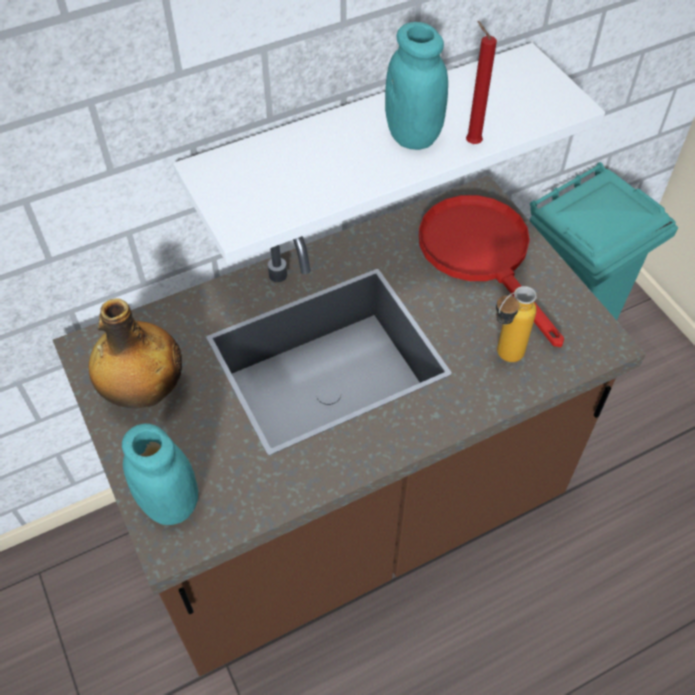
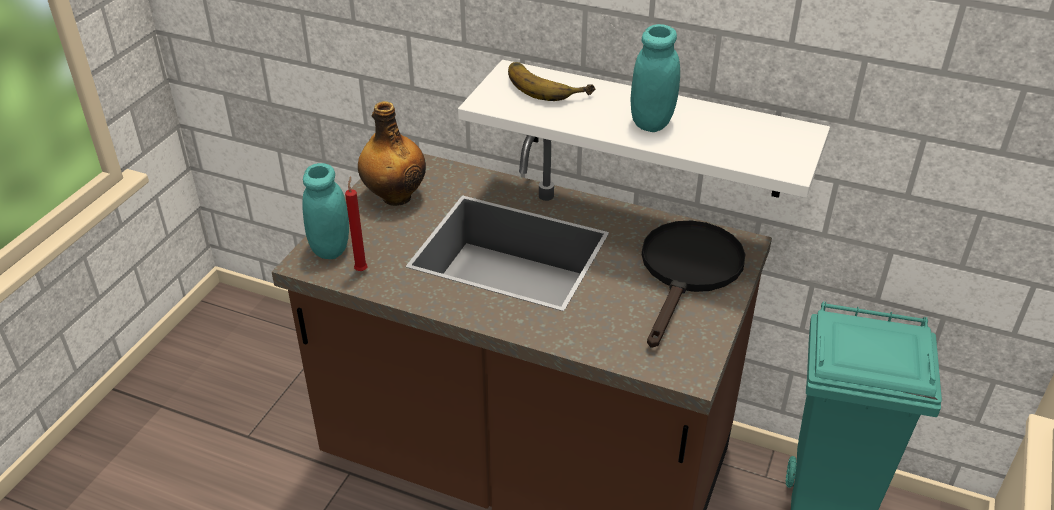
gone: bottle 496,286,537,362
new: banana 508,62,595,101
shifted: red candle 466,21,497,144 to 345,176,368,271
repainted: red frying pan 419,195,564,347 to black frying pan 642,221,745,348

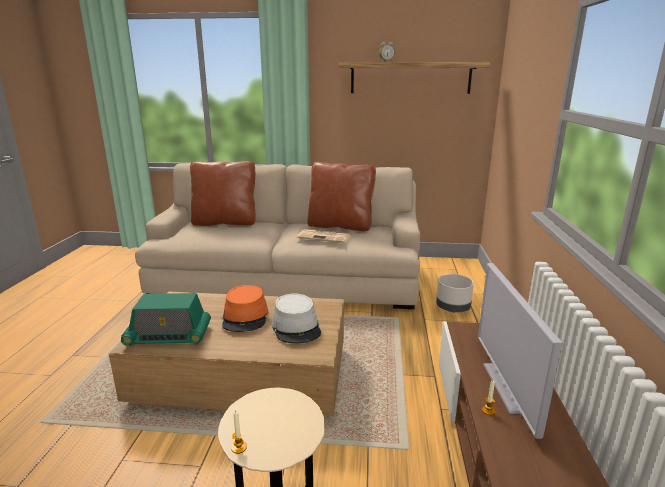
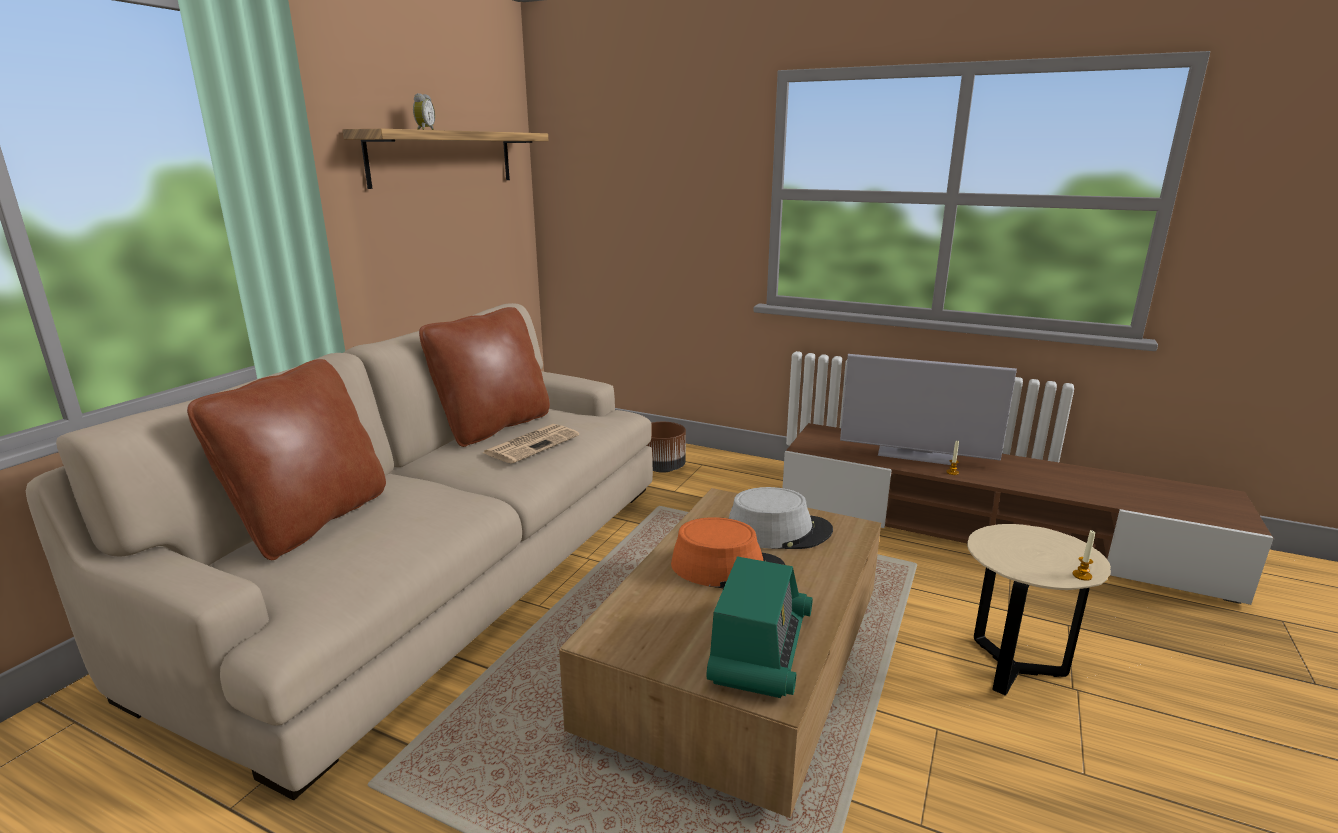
repainted: grey planter 436,274,474,313 to brown planter 647,422,686,473

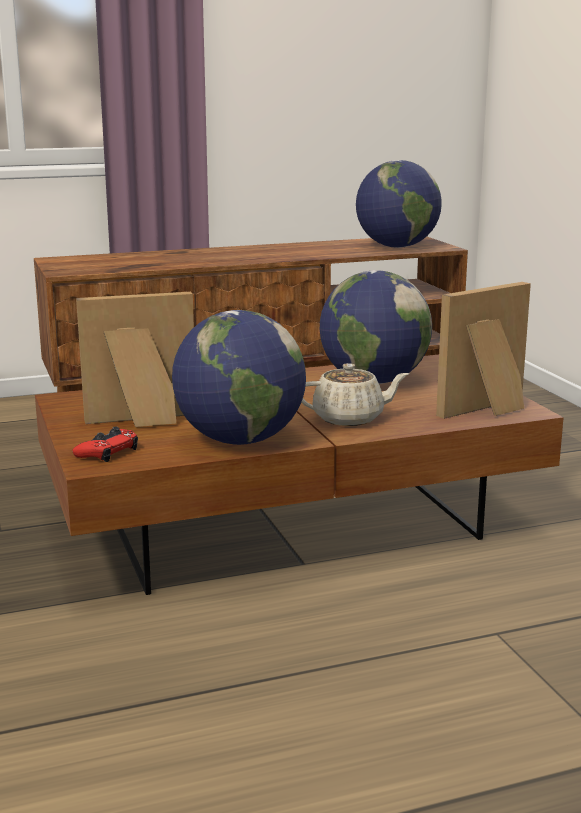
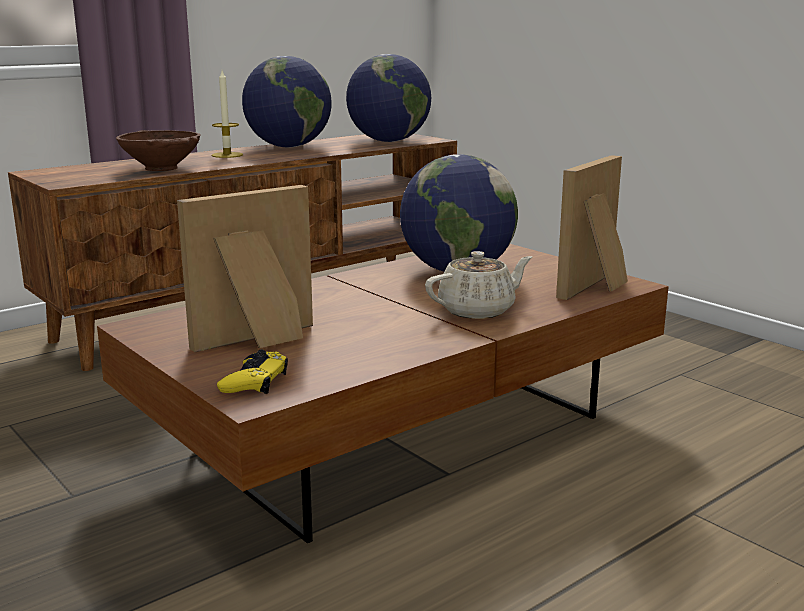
new: candle 212,71,243,158; brown bowl 116,130,201,171
shifted: globe 172,310,306,445 to 242,56,332,148
repainted: red game controller 73,426,138,462 to yellow game controller 217,349,288,394

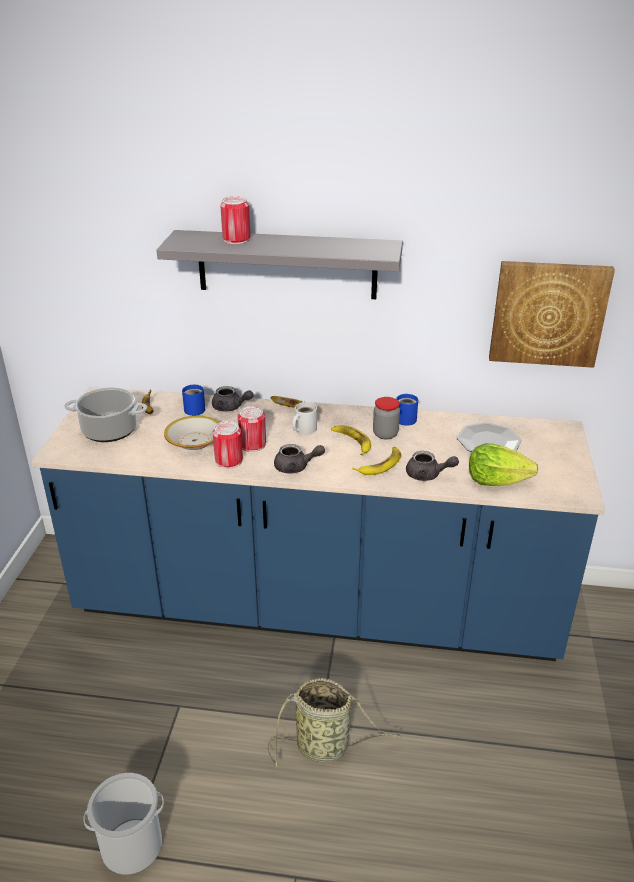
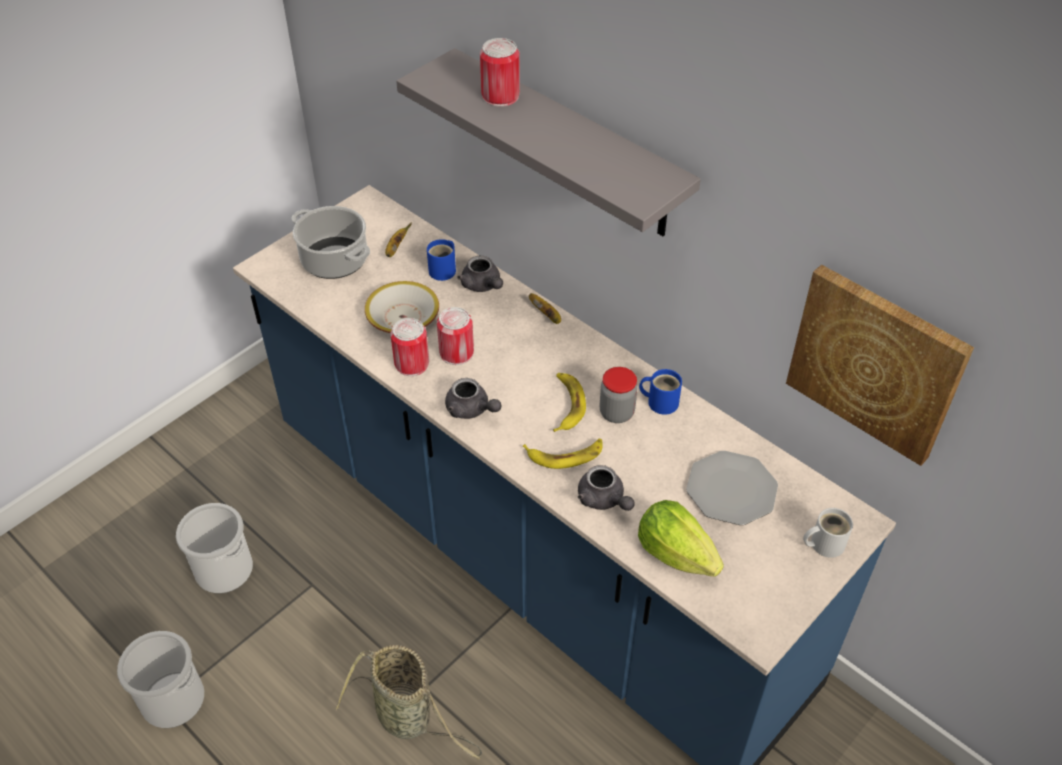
new: bucket 176,503,253,593
shifted: white mug 292,402,317,435 to 803,508,853,558

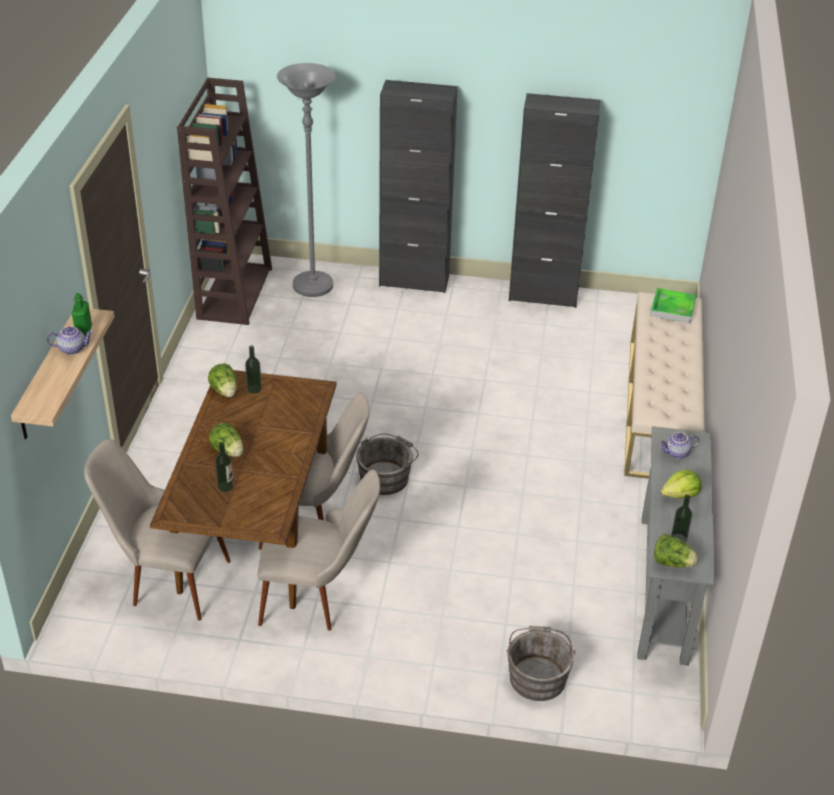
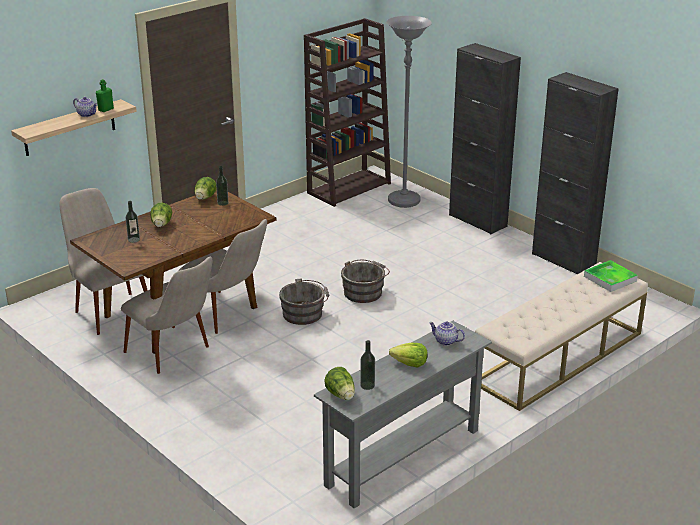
shifted: grey bucket 507,626,575,701 to 341,260,390,303

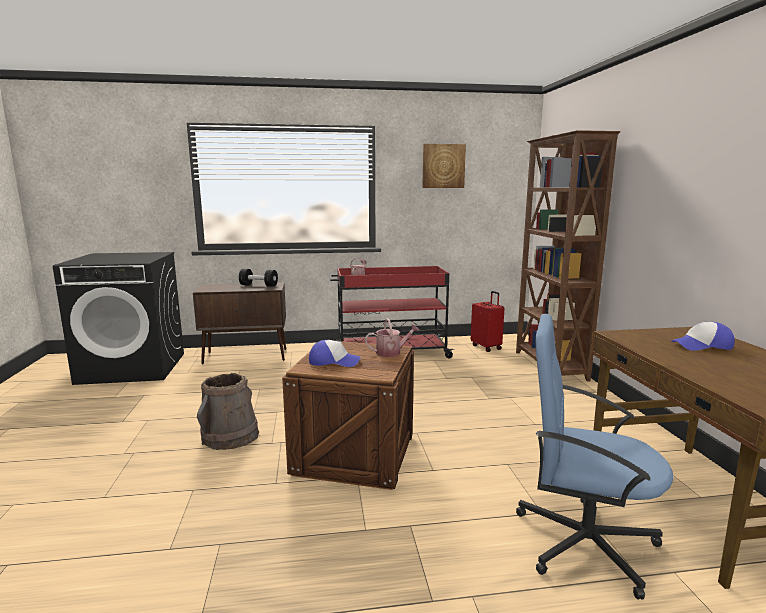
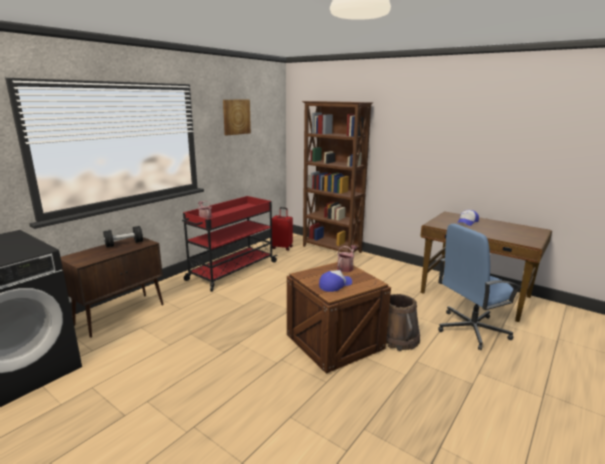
shifted: brown bucket 197,373,259,450 to 386,294,420,351

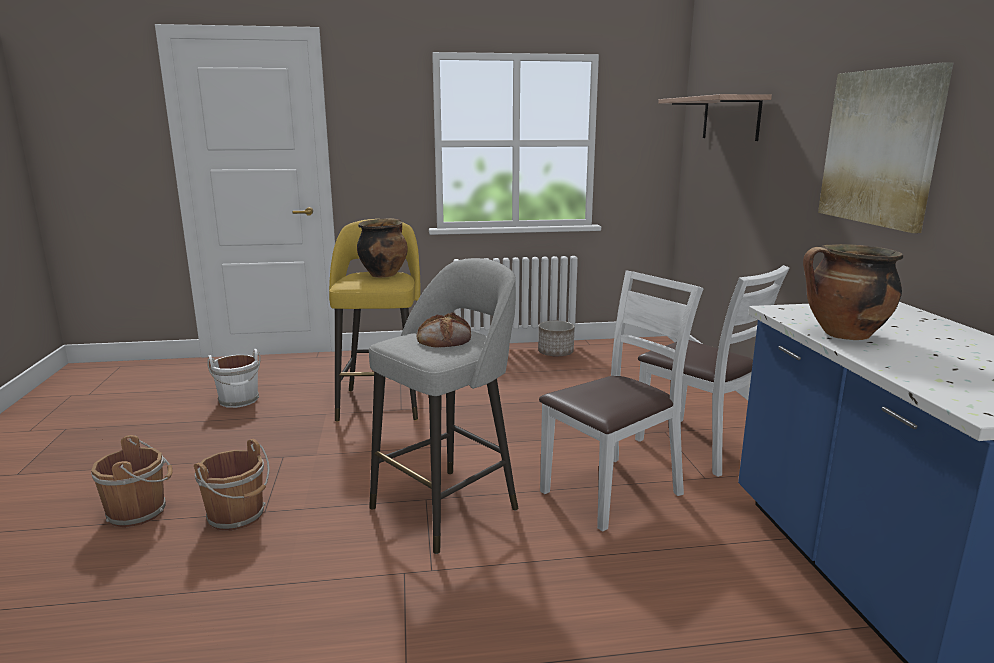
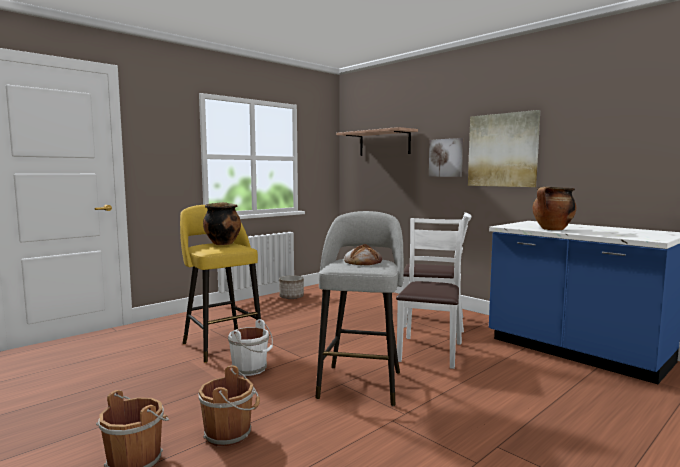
new: picture 429,138,463,177
shifted: white bucket 208,349,261,408 to 228,319,273,376

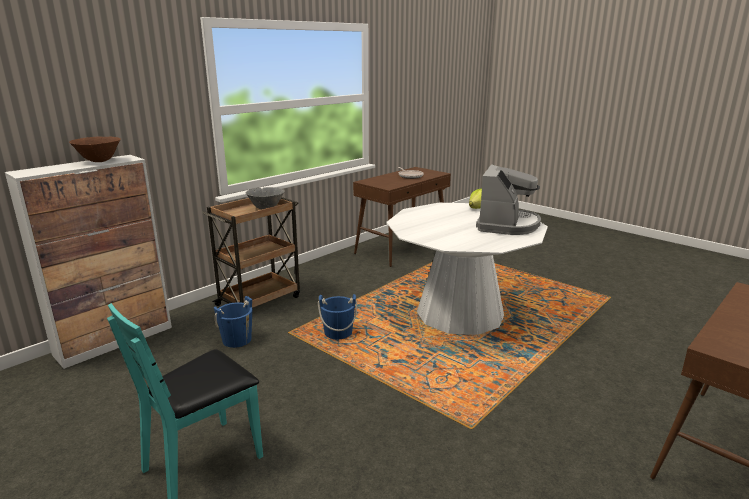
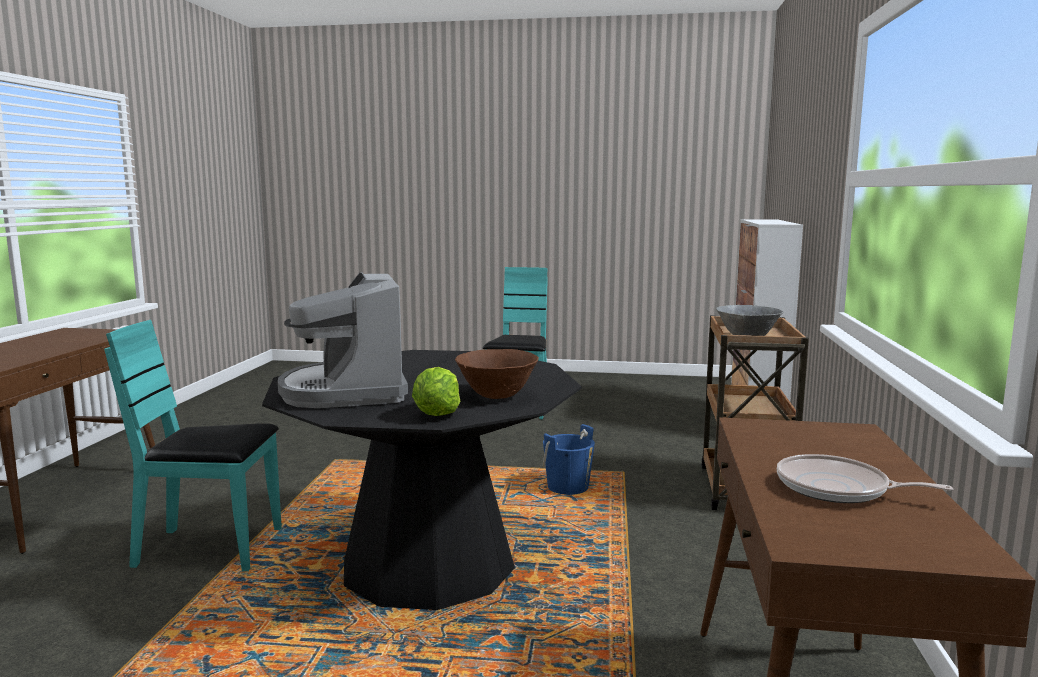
gone: blue bucket 214,296,252,348
new: turquoise chair 104,320,282,571
shifted: brown bowl 69,137,121,162 to 455,349,539,399
repainted: white dining table 386,203,548,335 to black dining table 262,350,582,610

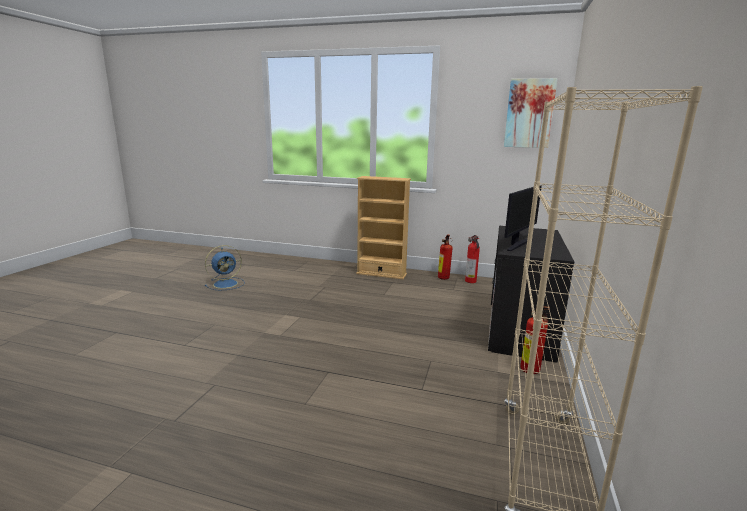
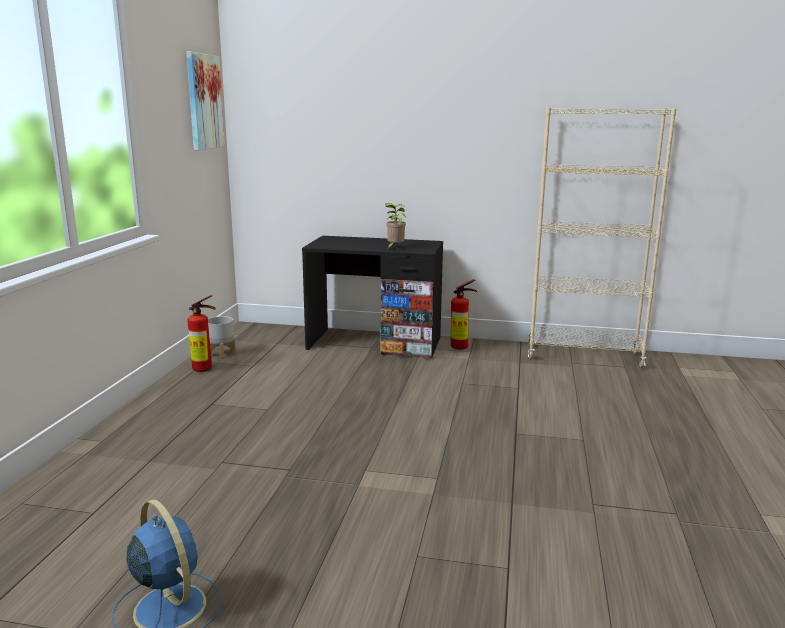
gone: beige bookcase 356,176,411,279
swapped: monitor 504,186,542,251 to potted plant 385,203,406,248; fire extinguisher 465,235,480,283 to grey planter 208,316,236,359

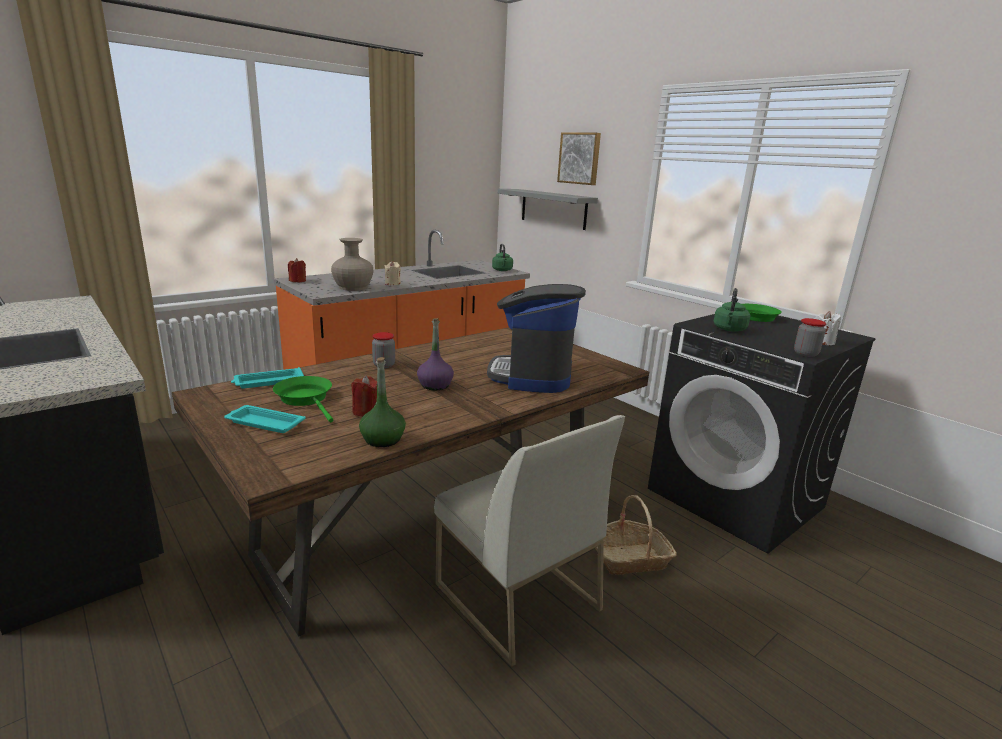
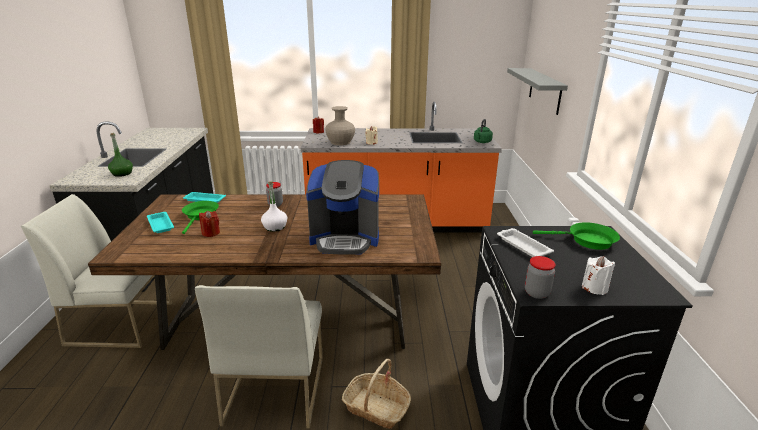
gone: picture 557,132,601,185
new: white chair 21,194,172,348
shifted: green bottle 359,357,406,447 to 108,133,133,177
swapped: green kettle 714,288,750,332 to white tray 497,228,554,257
repainted: purple bottle 417,318,454,390 to white bottle 261,181,287,232
rotated: coffee machine 487,284,586,393 = 306,160,379,255 135 degrees counterclockwise

